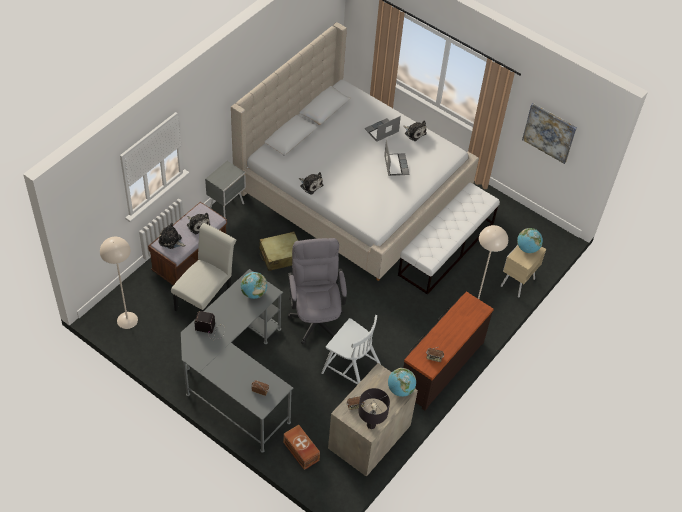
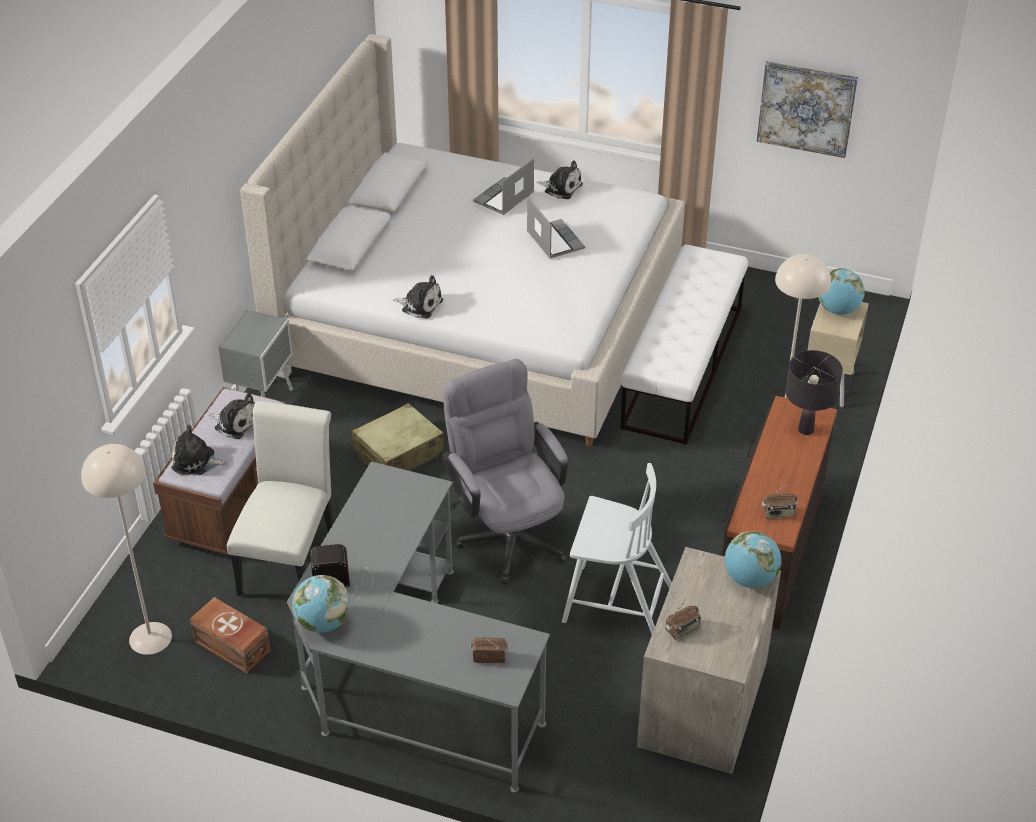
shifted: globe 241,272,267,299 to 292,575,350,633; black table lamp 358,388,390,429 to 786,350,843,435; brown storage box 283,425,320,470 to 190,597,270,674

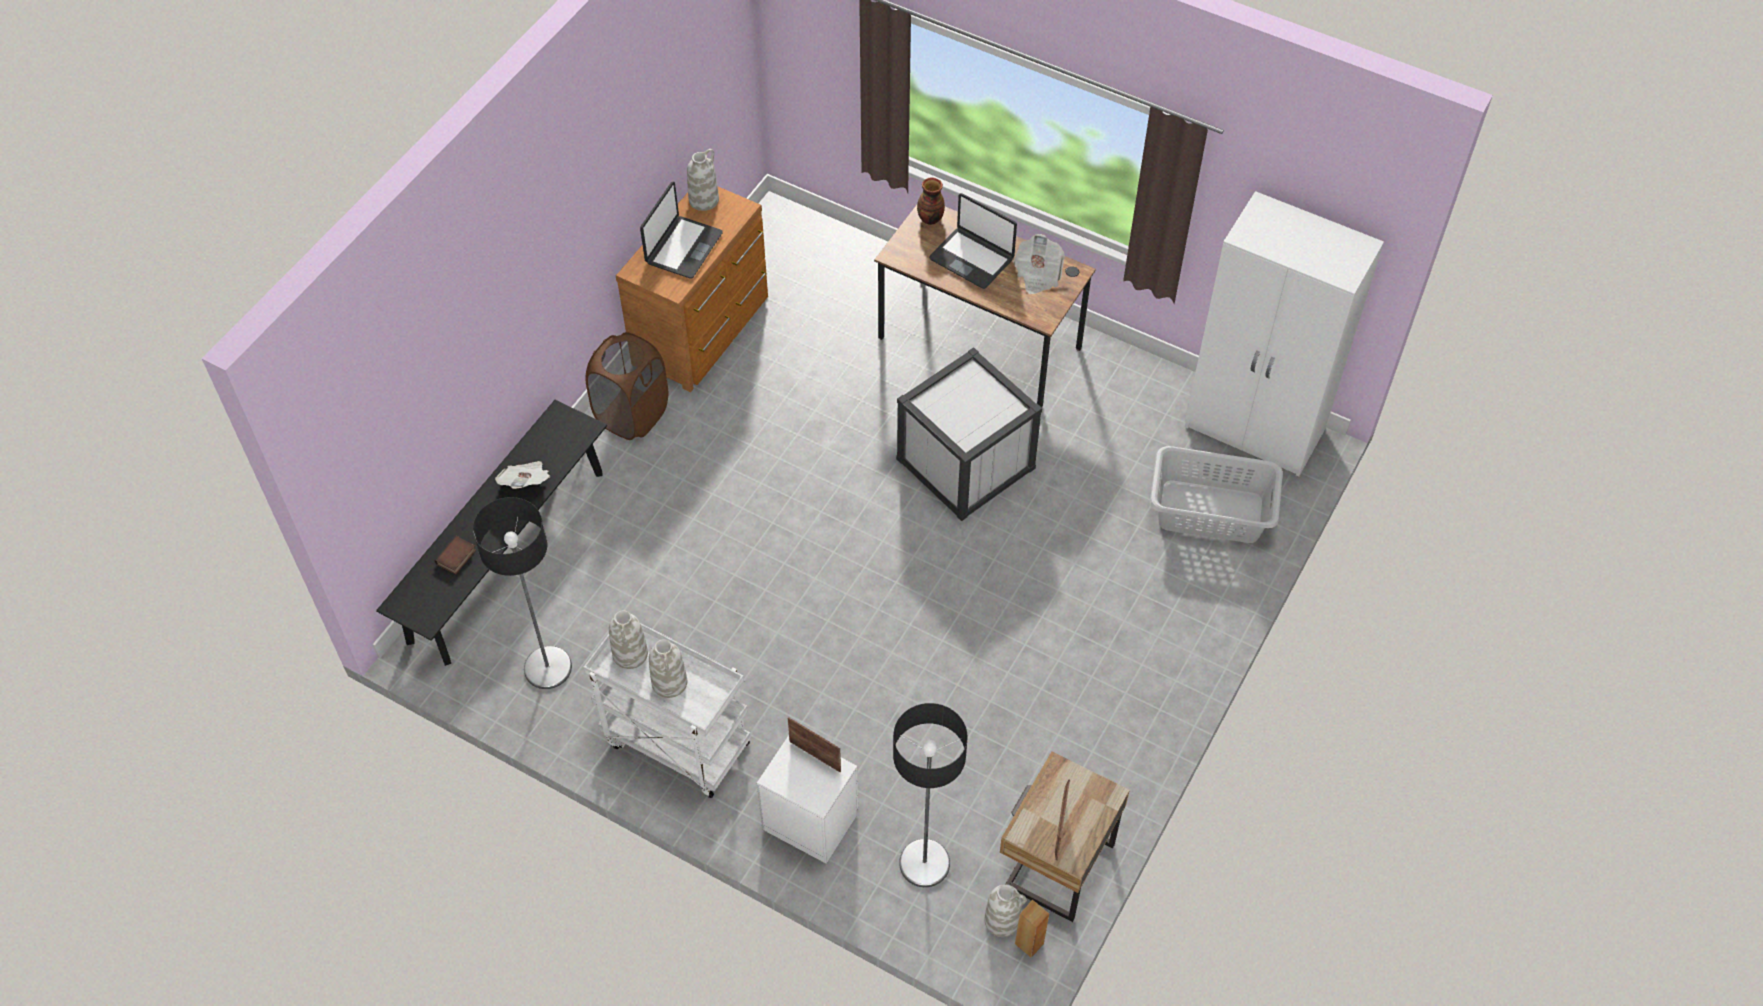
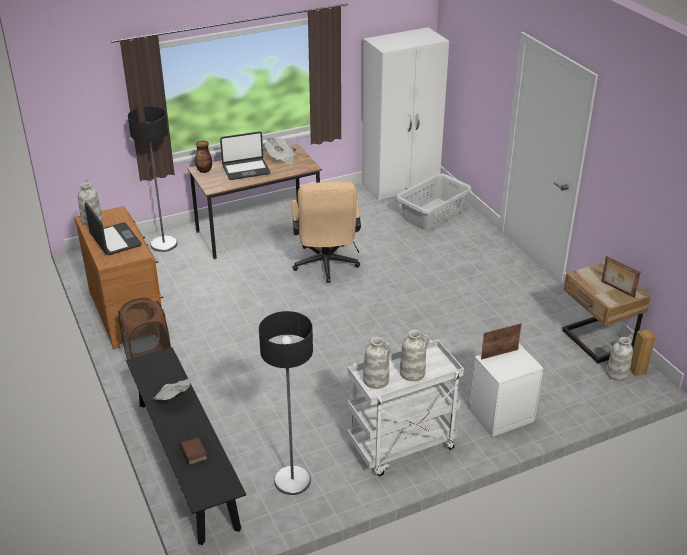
shifted: floor lamp 893,703,968,887 to 128,106,177,252
swapped: white storage box 896,347,1042,521 to beige office chair 292,182,361,283

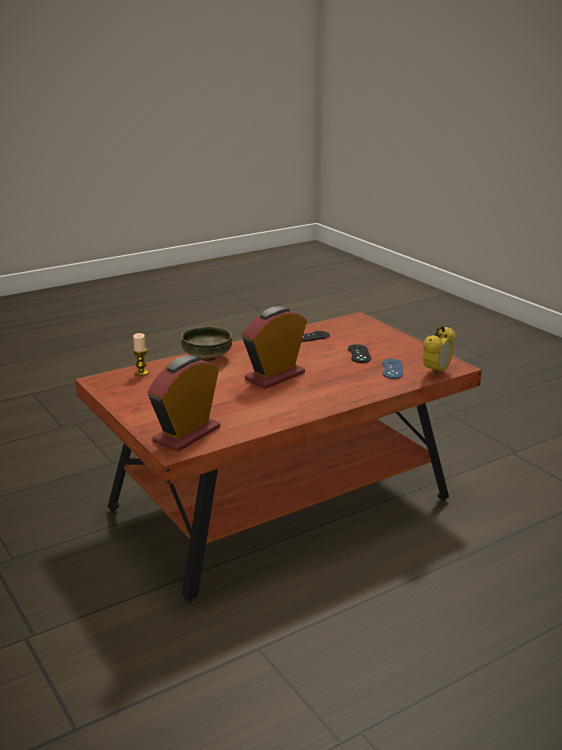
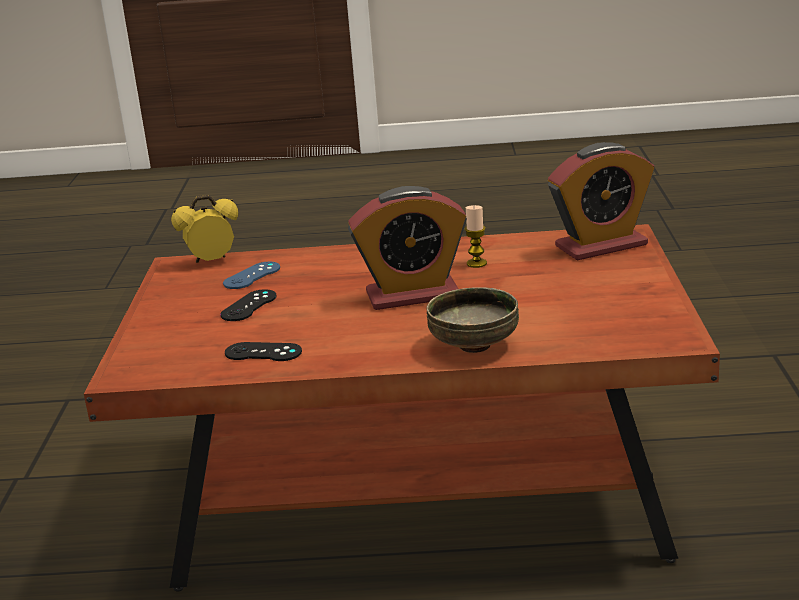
shifted: candle 133,333,149,376 to 465,205,487,268

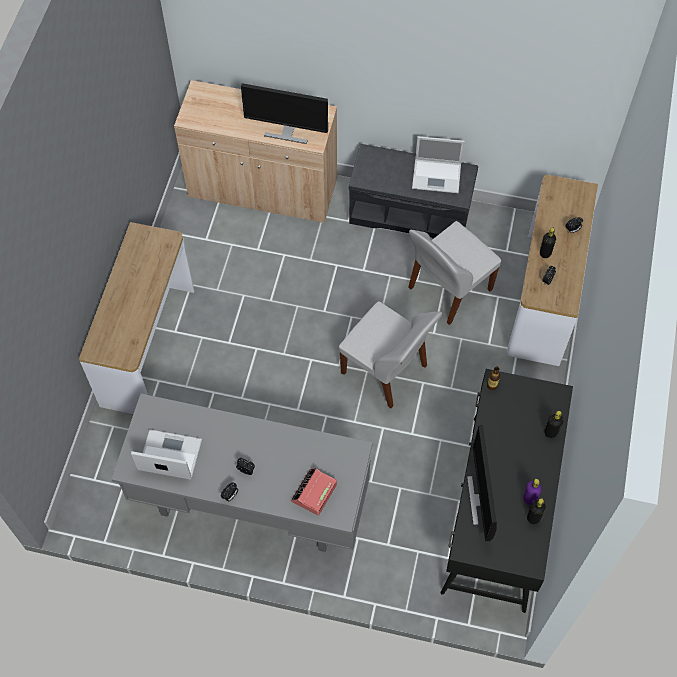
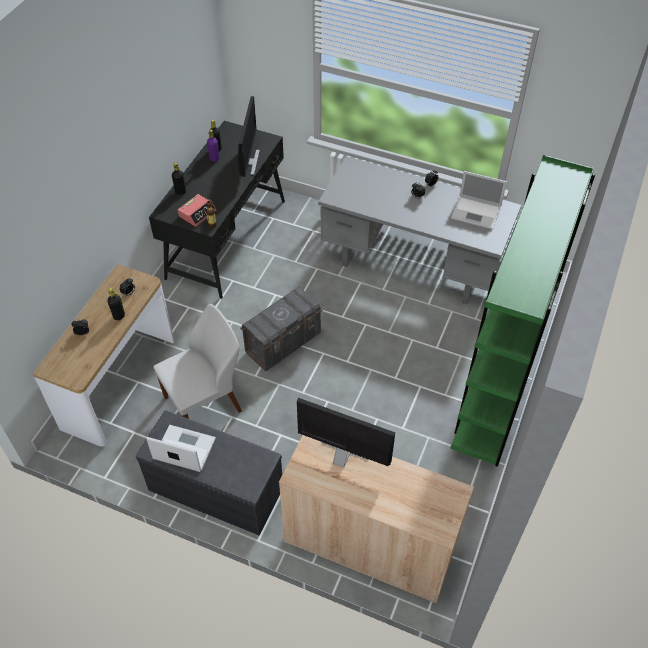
shifted: alarm clock 291,468,337,516 to 178,194,216,227
swapped: console table 79,222,194,414 to green bookcase 450,155,595,467; white chair 339,301,442,408 to grey storage box 240,287,322,371

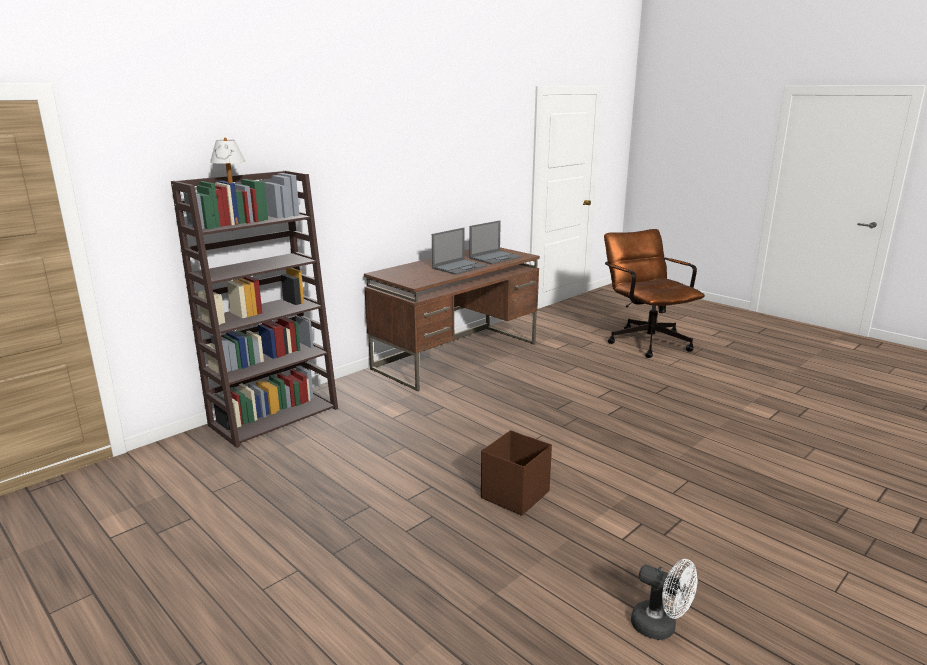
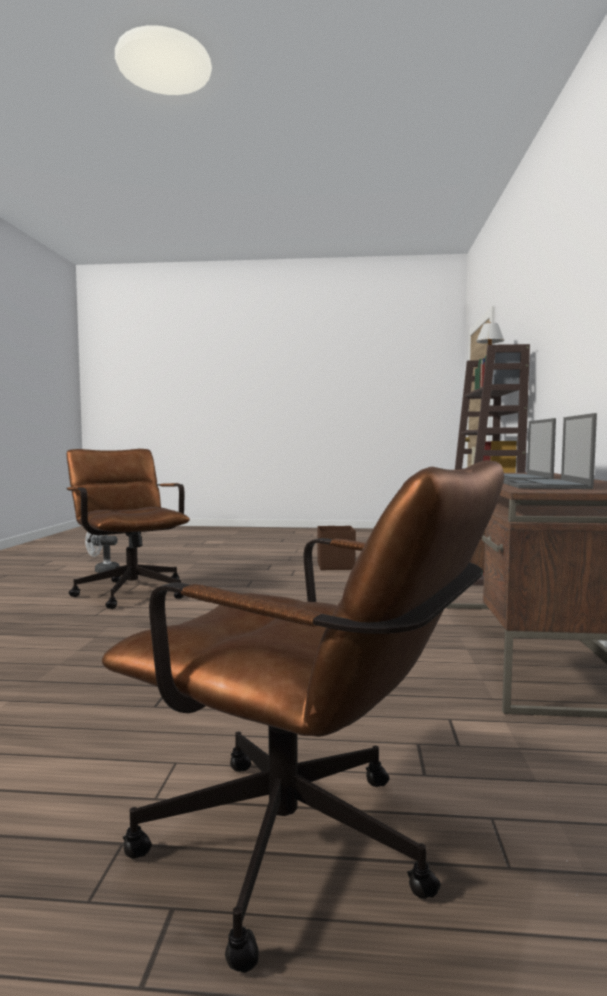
new: brown office chair 67,449,190,609
shifted: brown storage box 481,430,552,516 to 318,526,356,570

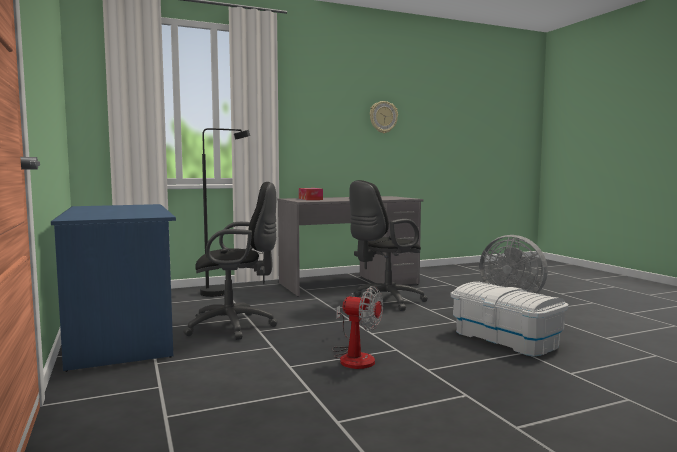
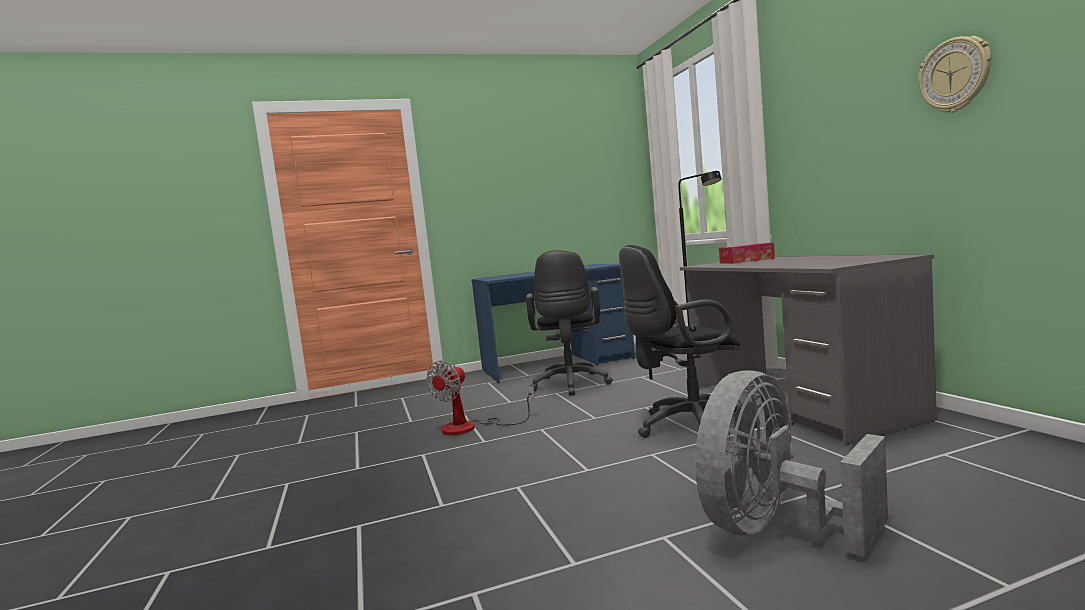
gone: white storage box 451,282,569,356
rotated: black office chair 349,180,428,311 = 619,245,760,438 75 degrees counterclockwise

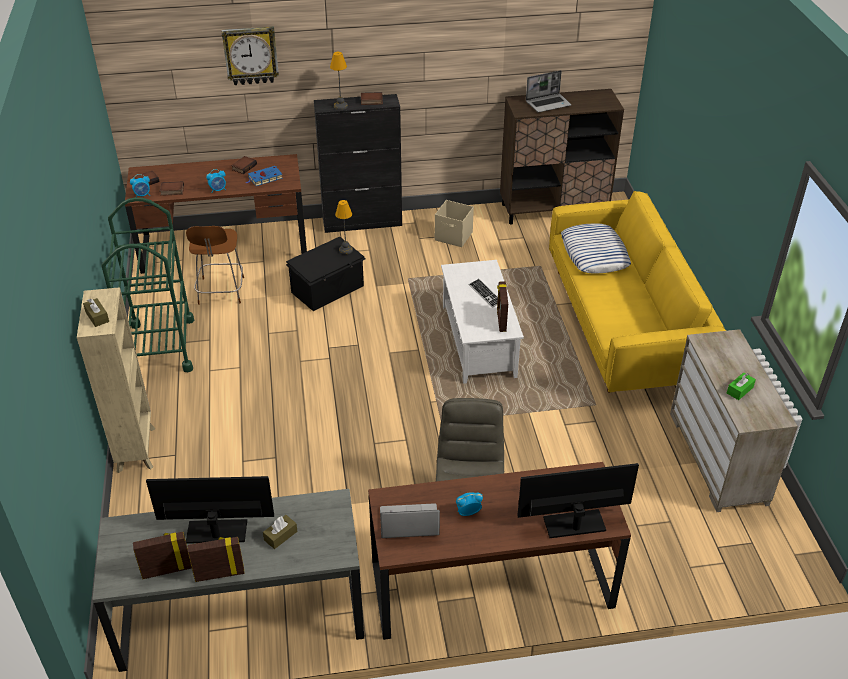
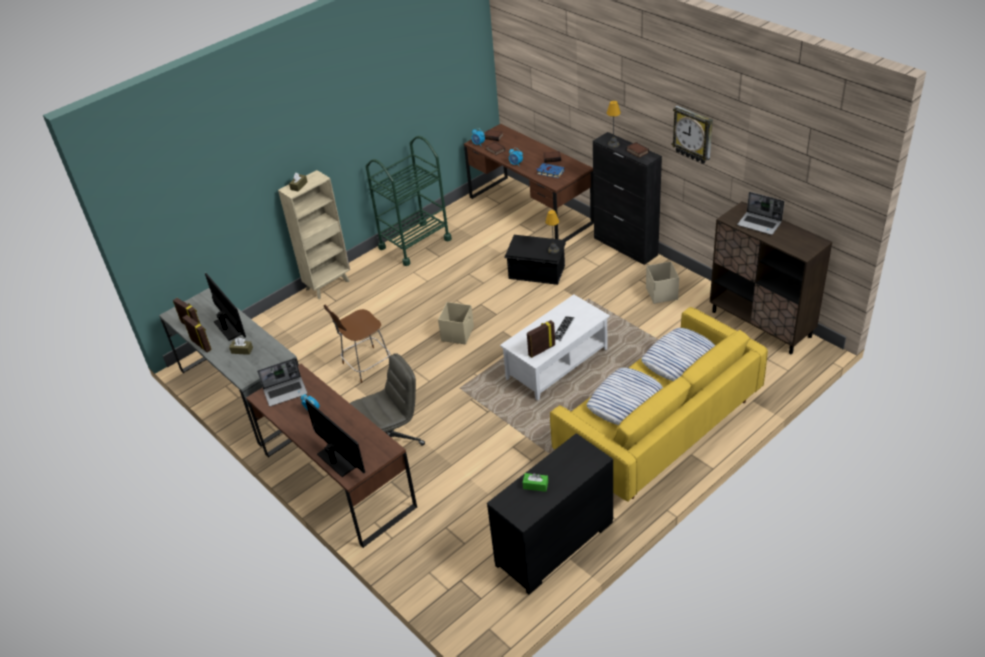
new: beige storage box 438,302,474,344; pillow 586,368,663,425
shifted: wall clock 221,26,279,85 to 671,106,713,164; brown chair 186,226,244,305 to 324,305,390,383
repainted: beige dresser 670,329,798,512 to black dresser 487,433,613,595
rotated: laptop 380,503,440,538 = 257,358,308,406 105 degrees clockwise

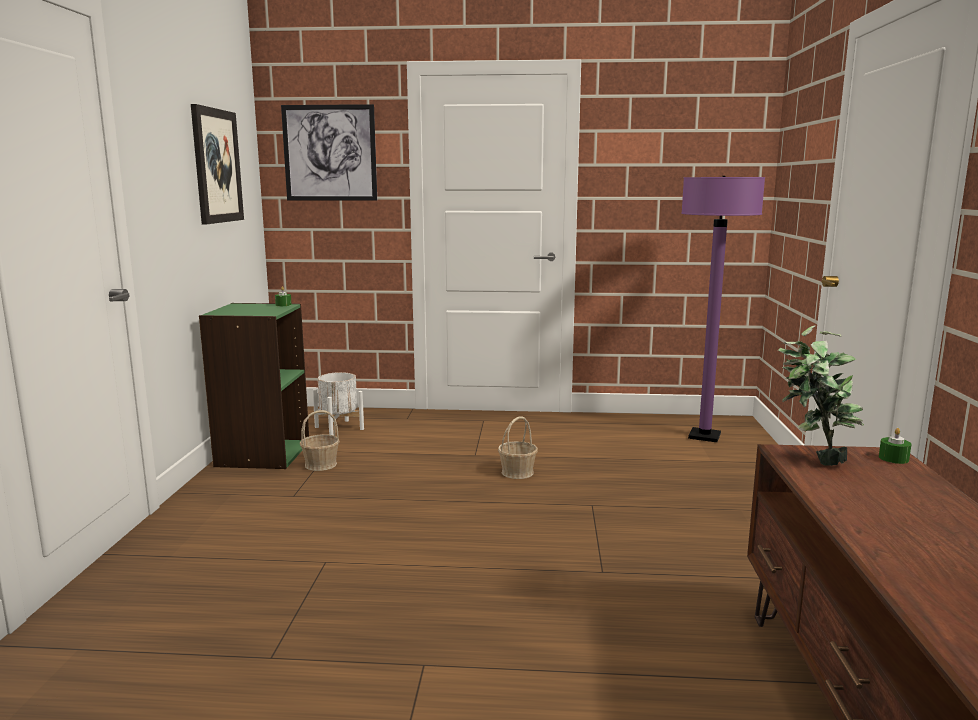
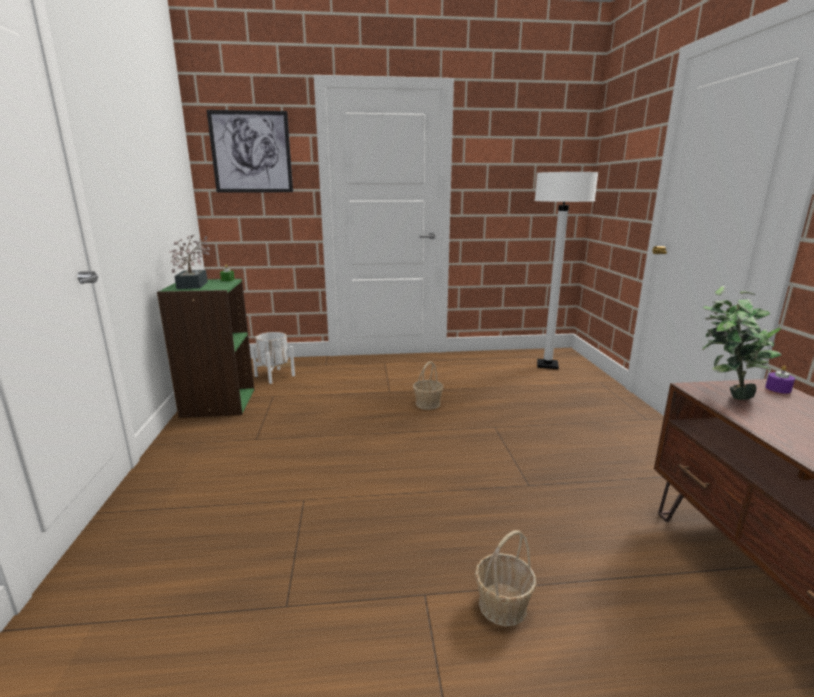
gone: picture 191,104,244,224
new: potted plant 170,235,211,289
shifted: basket 300,410,340,471 to 475,530,536,627
repainted: purple floor lamp 681,176,765,442 to white floor lamp 534,171,598,369; green candle 879,428,911,464 to purple candle 765,365,795,393

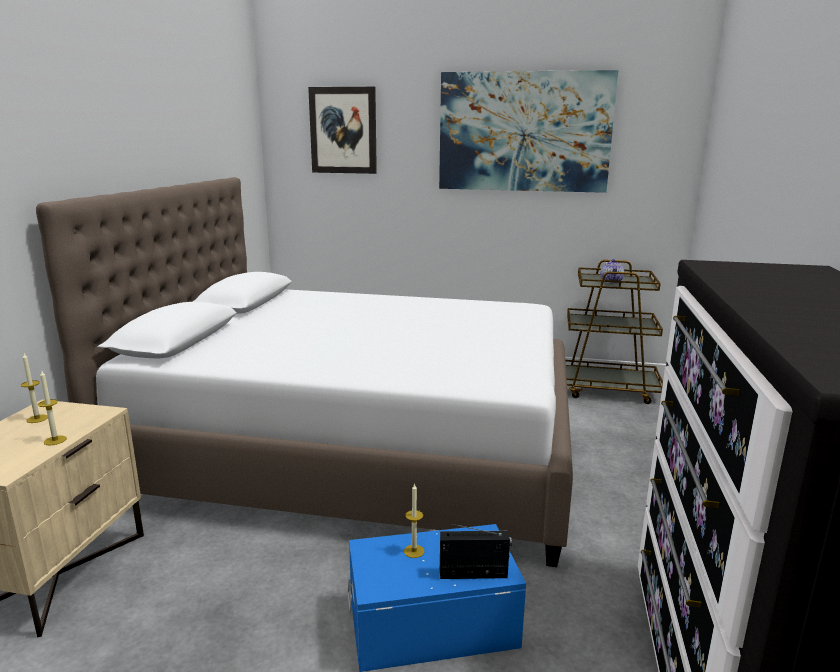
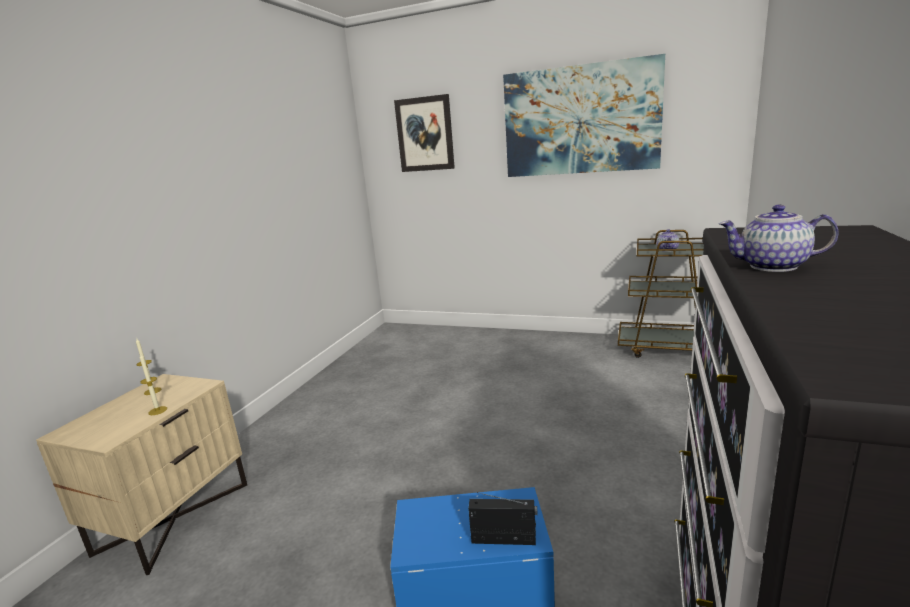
gone: white bed 36,177,573,567; candle 404,483,424,558
new: teapot 719,205,839,272

